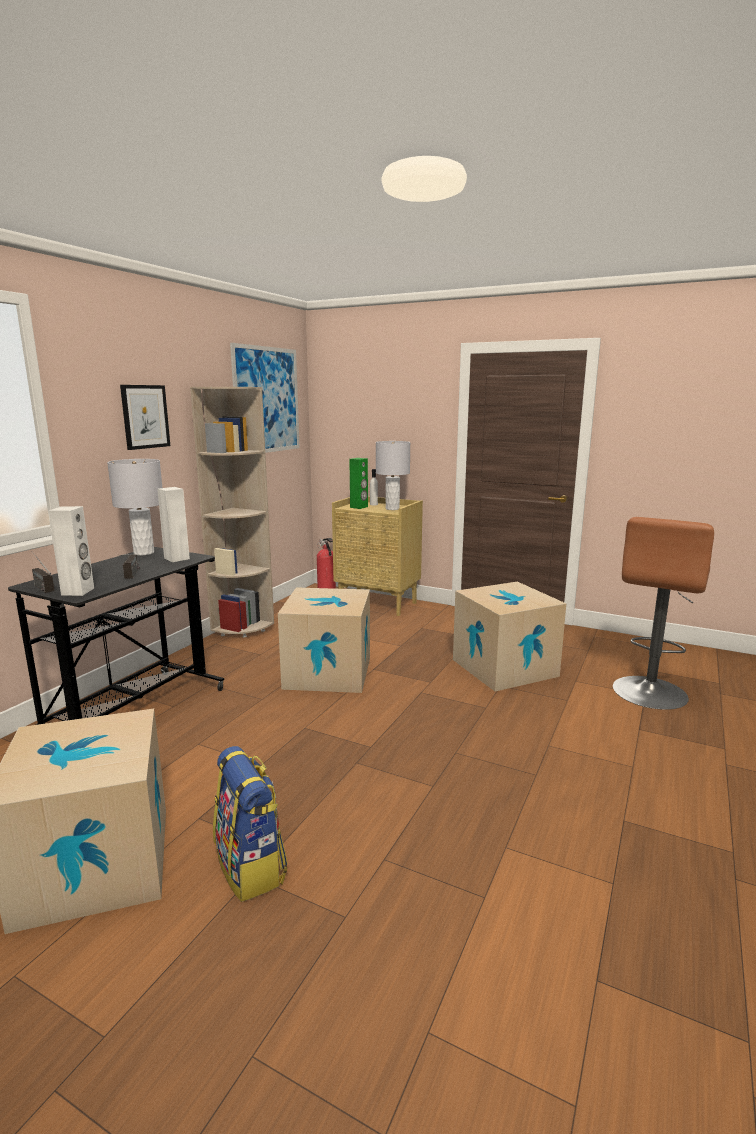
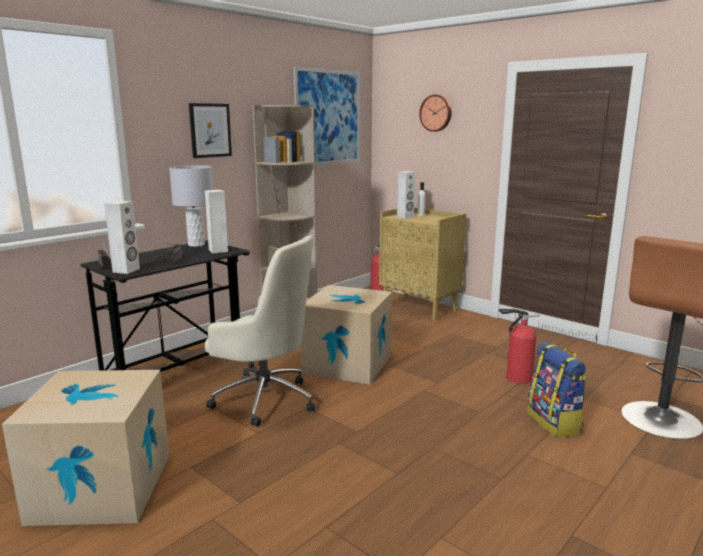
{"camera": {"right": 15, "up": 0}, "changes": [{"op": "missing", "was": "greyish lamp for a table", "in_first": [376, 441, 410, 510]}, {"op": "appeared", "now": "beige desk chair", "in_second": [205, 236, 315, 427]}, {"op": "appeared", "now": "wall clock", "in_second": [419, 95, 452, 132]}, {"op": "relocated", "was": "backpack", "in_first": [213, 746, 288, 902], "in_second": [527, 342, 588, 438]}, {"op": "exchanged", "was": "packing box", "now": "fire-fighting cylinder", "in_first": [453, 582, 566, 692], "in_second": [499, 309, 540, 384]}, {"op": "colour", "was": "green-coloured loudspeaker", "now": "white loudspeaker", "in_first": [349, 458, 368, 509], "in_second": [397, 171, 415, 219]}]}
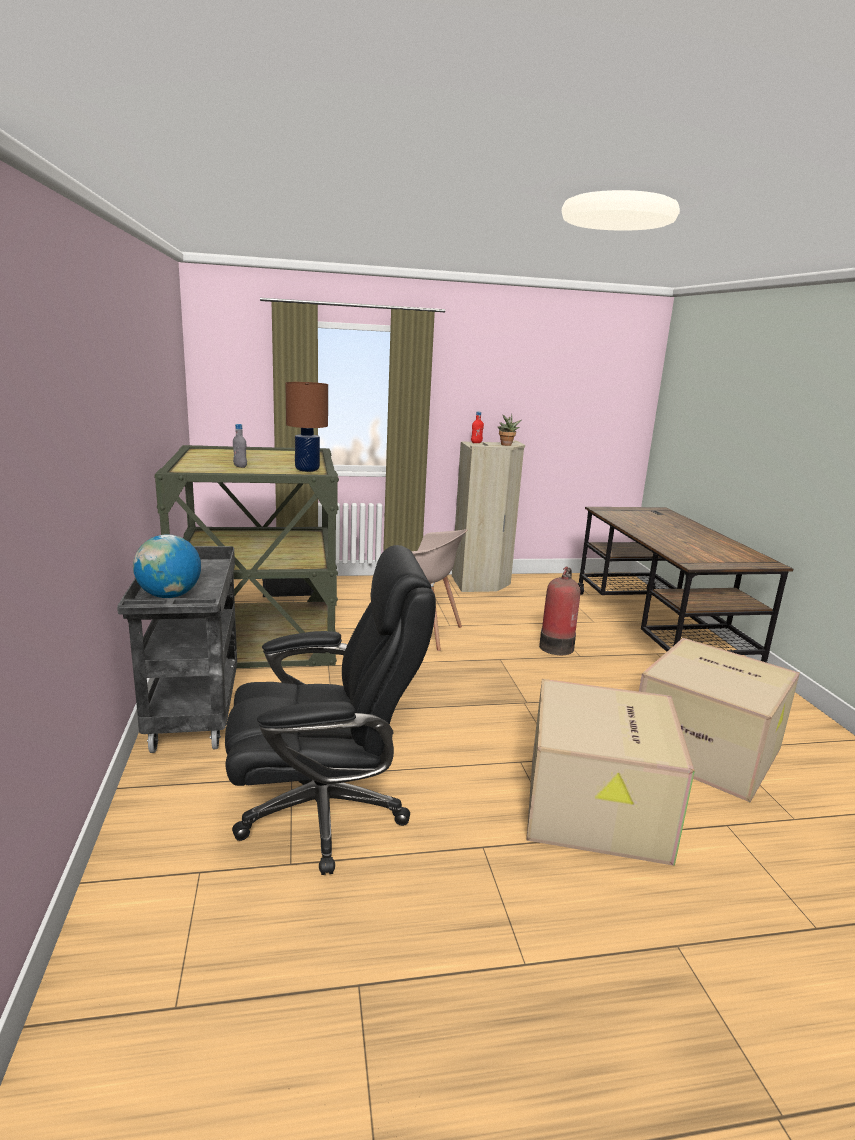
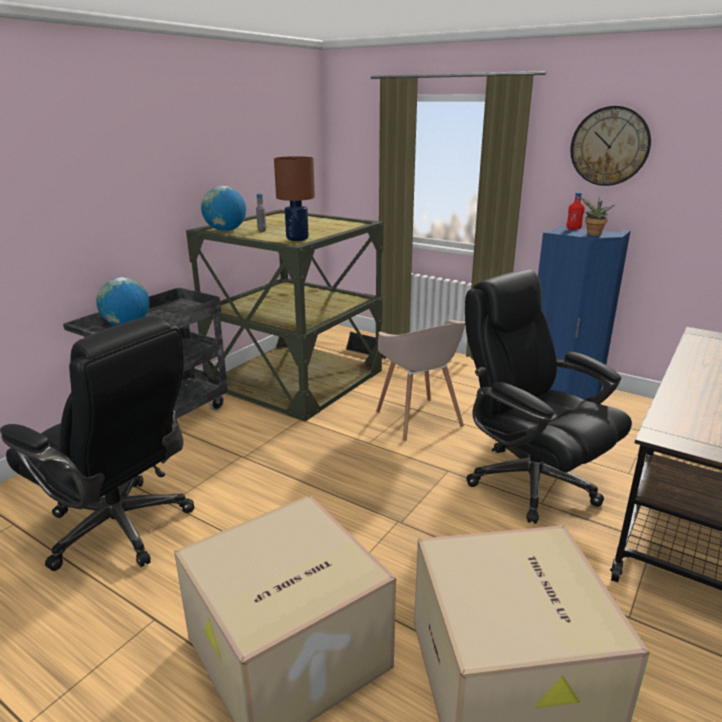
{"camera": {"right": 45, "up": 5}, "changes": [{"op": "appeared", "now": "globe", "in_second": [201, 186, 246, 231]}, {"op": "appeared", "now": "wall clock", "in_second": [570, 106, 651, 186]}, {"op": "exchanged", "was": "fire-fighting cylinder", "now": "black-coloured desk chair", "in_first": [539, 567, 580, 655], "in_second": [465, 269, 632, 524]}, {"op": "colour", "was": "beige cabinet", "now": "bluish cabinet", "in_first": [452, 440, 525, 592], "in_second": [538, 226, 630, 399]}]}
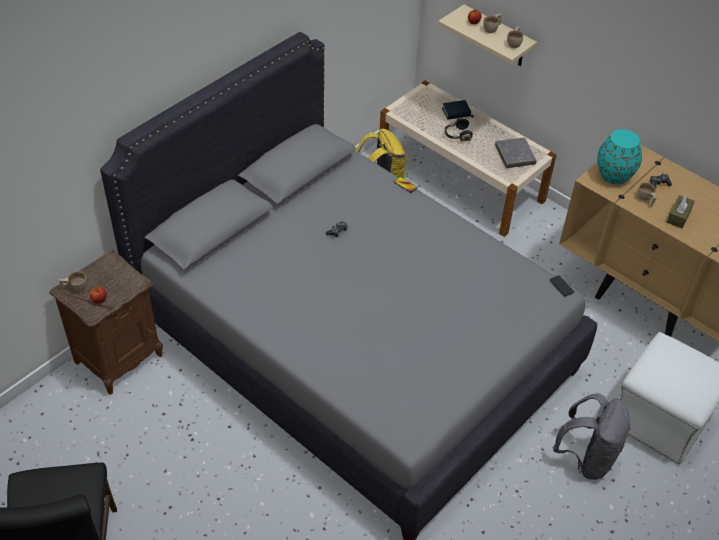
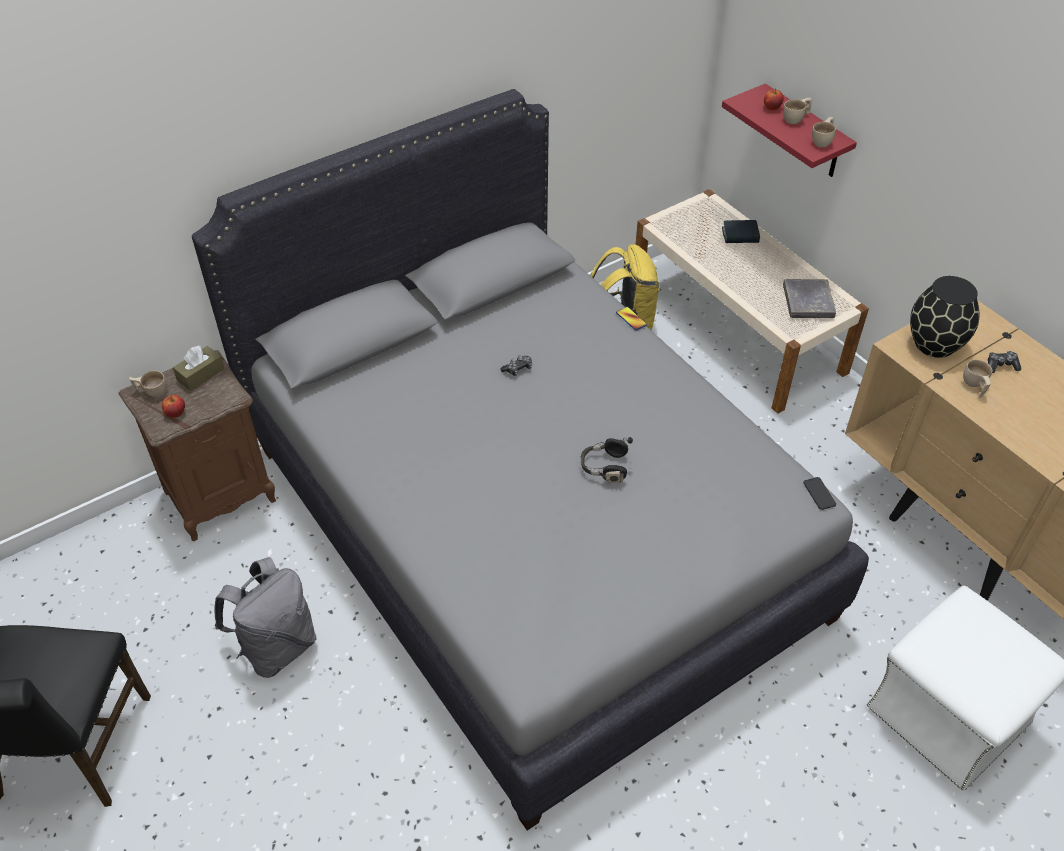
{"camera": {"right": 15, "up": 0}, "changes": [{"op": "relocated", "was": "black-coloured headphones", "in_first": [445, 114, 474, 141], "in_second": [580, 437, 633, 483]}, {"op": "relocated", "was": "greyish backpack", "in_first": [553, 394, 631, 480], "in_second": [214, 557, 317, 678]}, {"op": "relocated", "was": "brown-coloured box of tissues", "in_first": [667, 195, 695, 228], "in_second": [173, 346, 225, 391]}, {"op": "colour", "was": "beige shelf", "now": "red shelf", "in_first": [438, 5, 537, 66], "in_second": [722, 84, 857, 177]}, {"op": "colour", "was": "turquoise-coloured decorative vase", "now": "black-coloured decorative vase", "in_first": [597, 129, 642, 184], "in_second": [910, 276, 980, 358]}]}
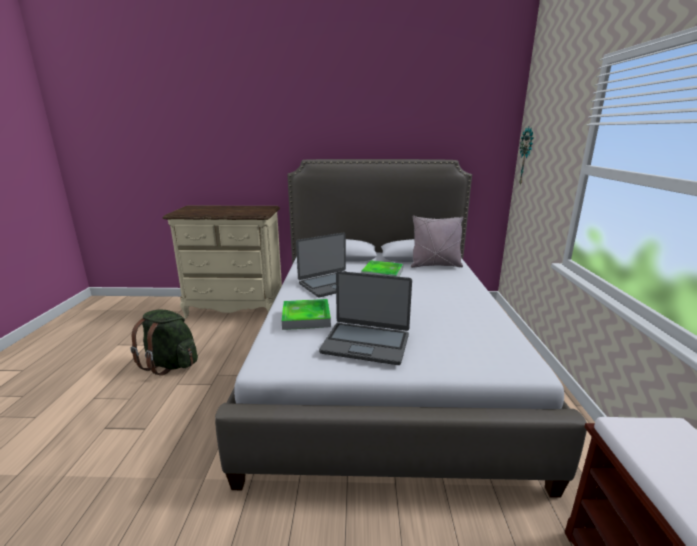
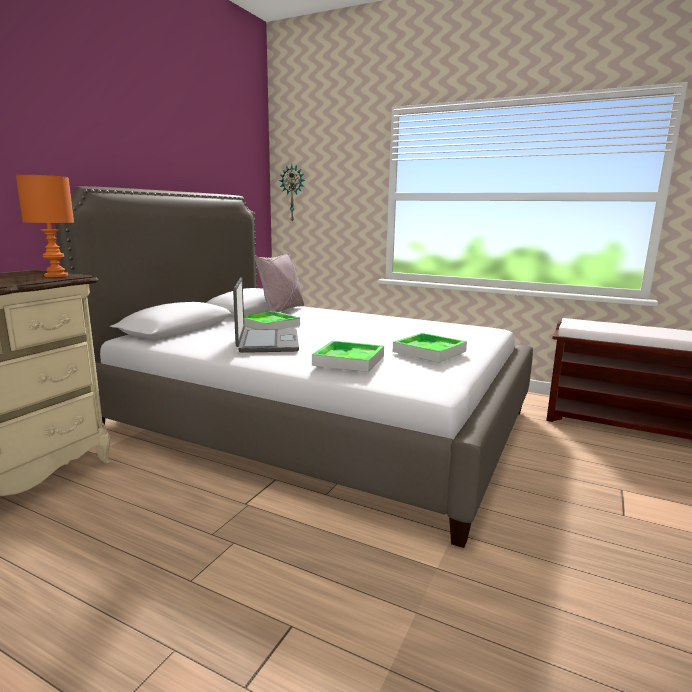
{"camera": {"right": -65, "up": -5}, "changes": [{"op": "missing", "was": "green-coloured backpack", "in_first": [131, 309, 198, 376]}, {"op": "appeared", "now": "orange lamp for a table", "in_second": [16, 175, 74, 277]}, {"op": "exchanged", "was": "laptop", "now": "serving tray", "in_first": [319, 271, 412, 365], "in_second": [393, 333, 467, 363]}]}
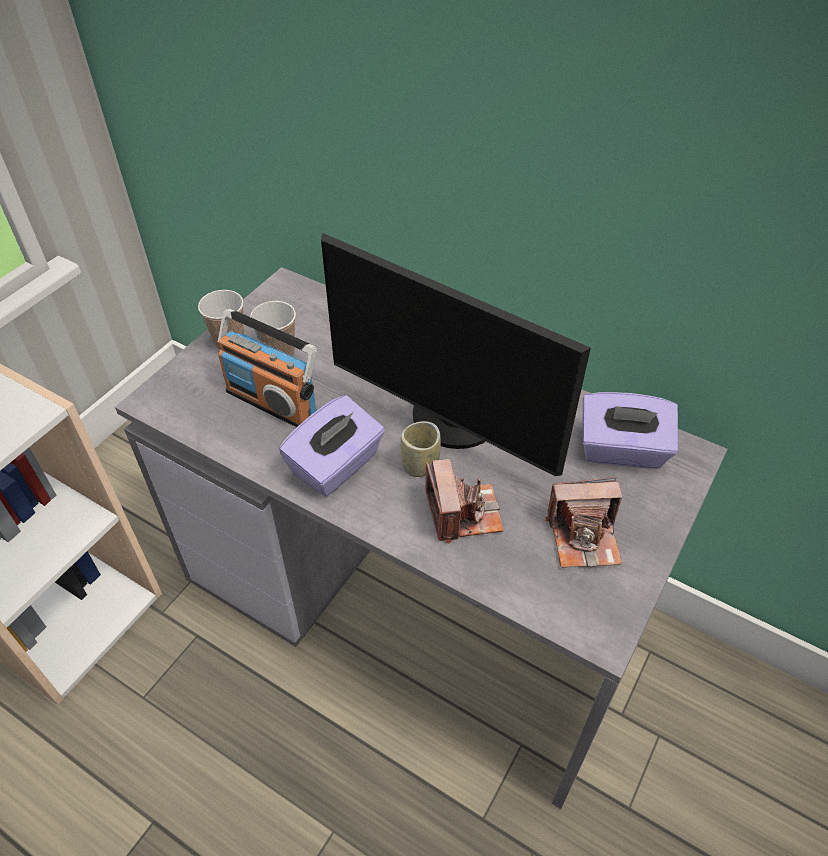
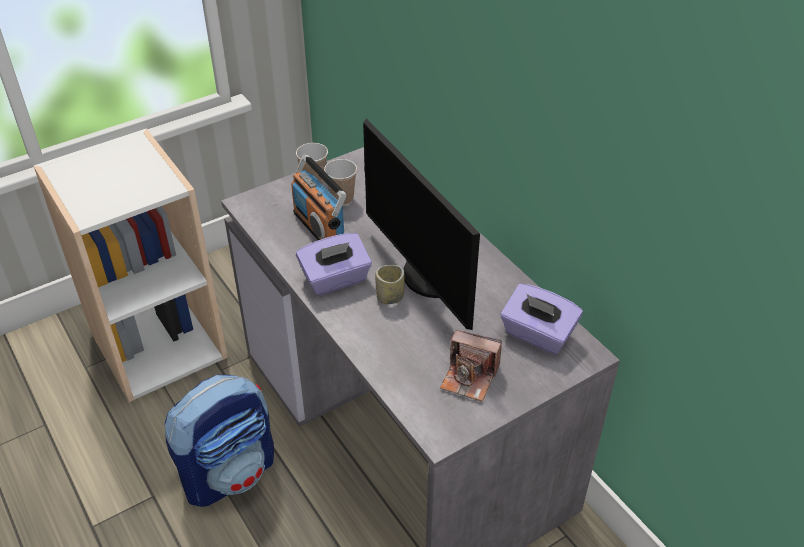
{"camera": {"right": 25, "up": -5}, "changes": [{"op": "missing", "was": "photo camera", "in_first": [425, 459, 504, 544]}, {"op": "appeared", "now": "backpack", "in_second": [164, 375, 274, 507]}]}
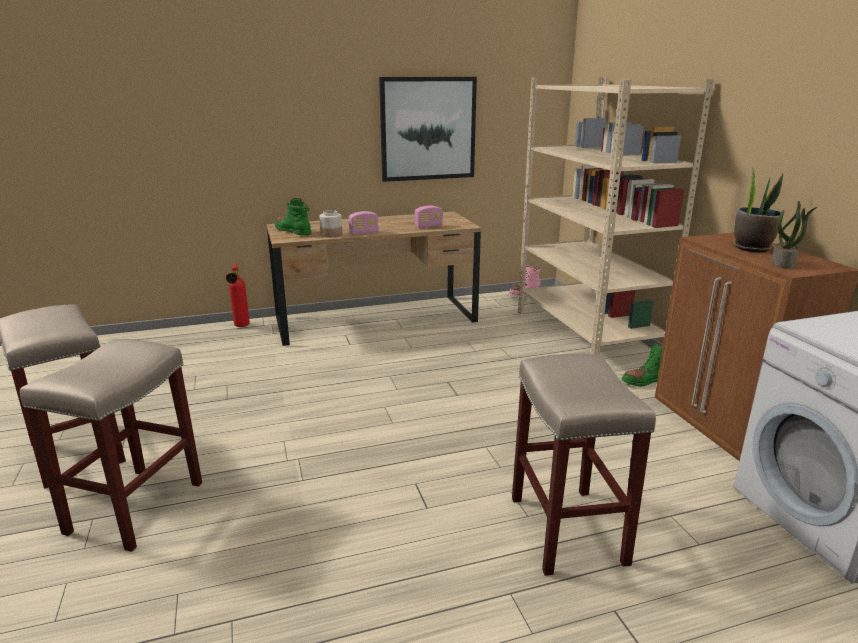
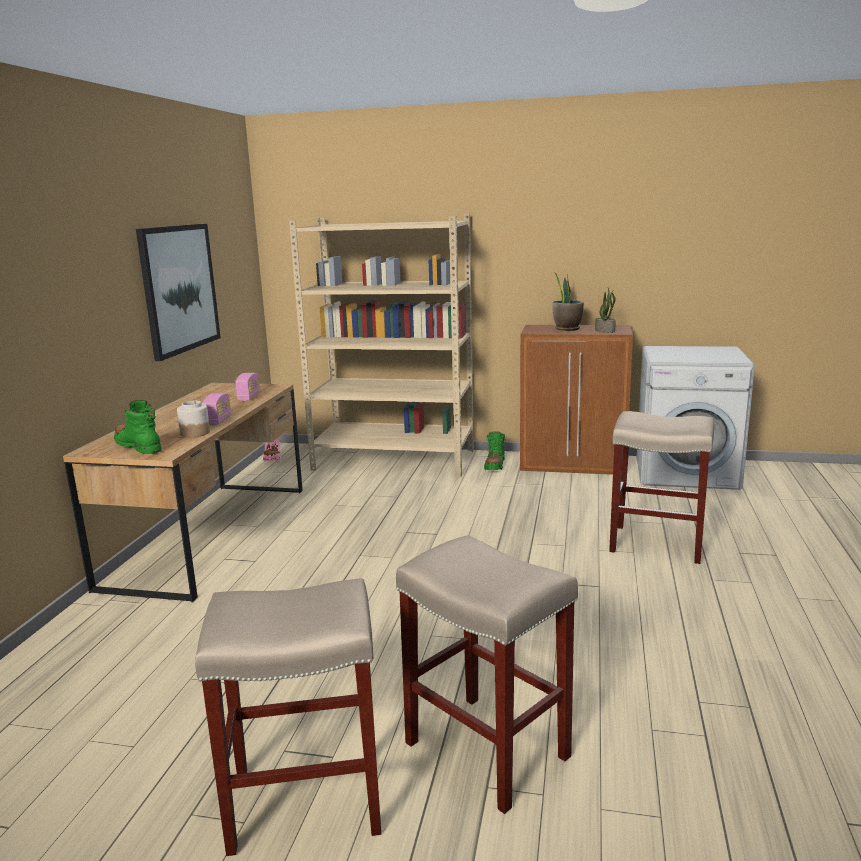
{"camera": {"right": -60, "up": -5}, "changes": [{"op": "missing", "was": "fire-fighting cylinder", "in_first": [226, 263, 250, 327]}, {"op": "spun", "was": "green-coloured high-top boot", "in_first": [275, 198, 311, 236], "in_second": [114, 400, 162, 454], "clockwise": 60}]}
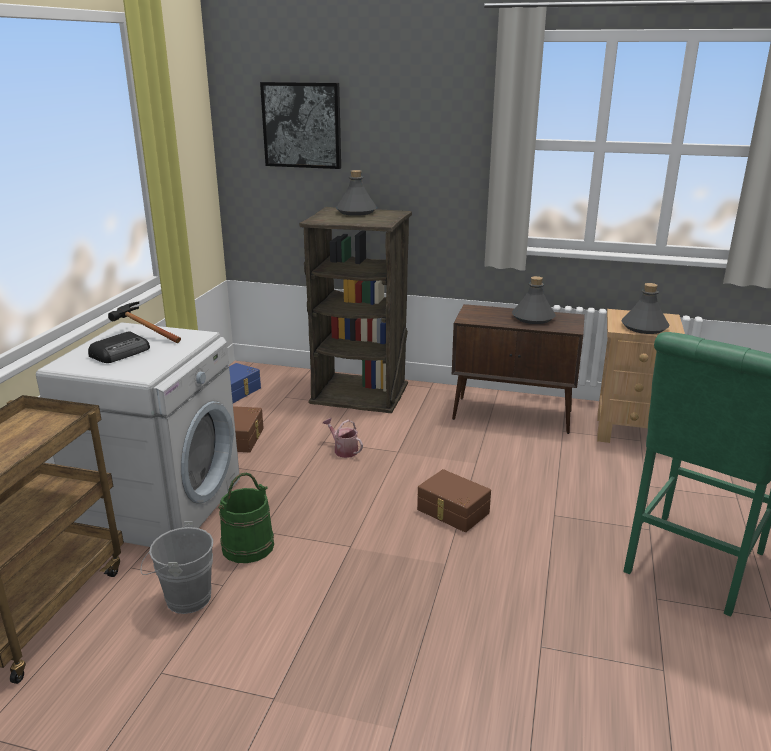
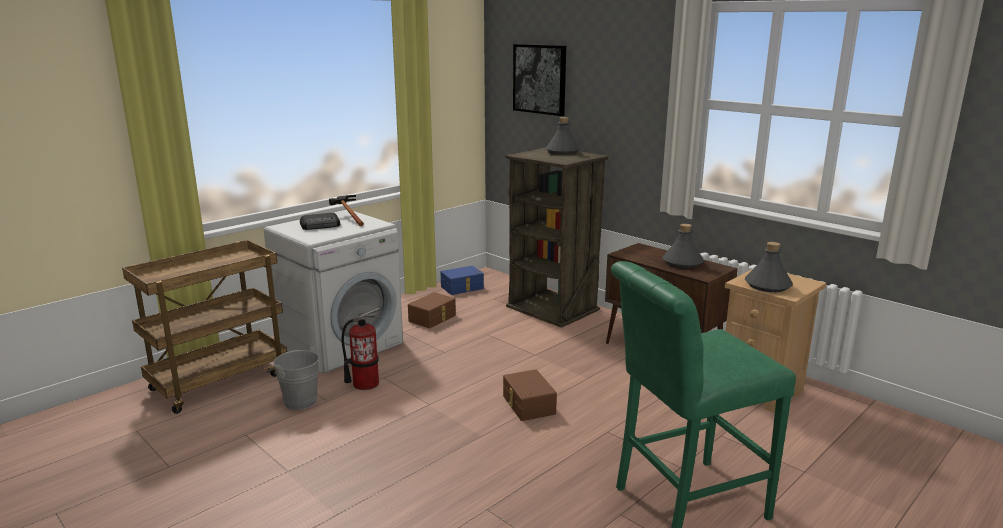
{"camera": {"right": 30, "up": -5}, "changes": [{"op": "missing", "was": "sprinkling can", "in_first": [323, 418, 363, 458]}, {"op": "exchanged", "was": "green-coloured water bucket", "now": "fire-fighting cylinder", "in_first": [218, 473, 274, 563], "in_second": [341, 308, 381, 390]}]}
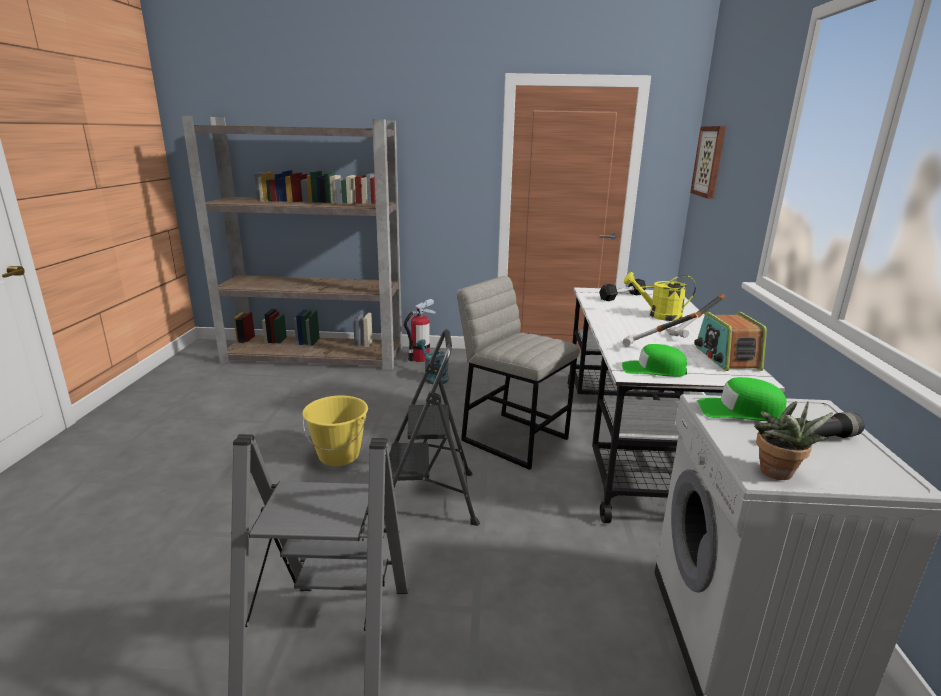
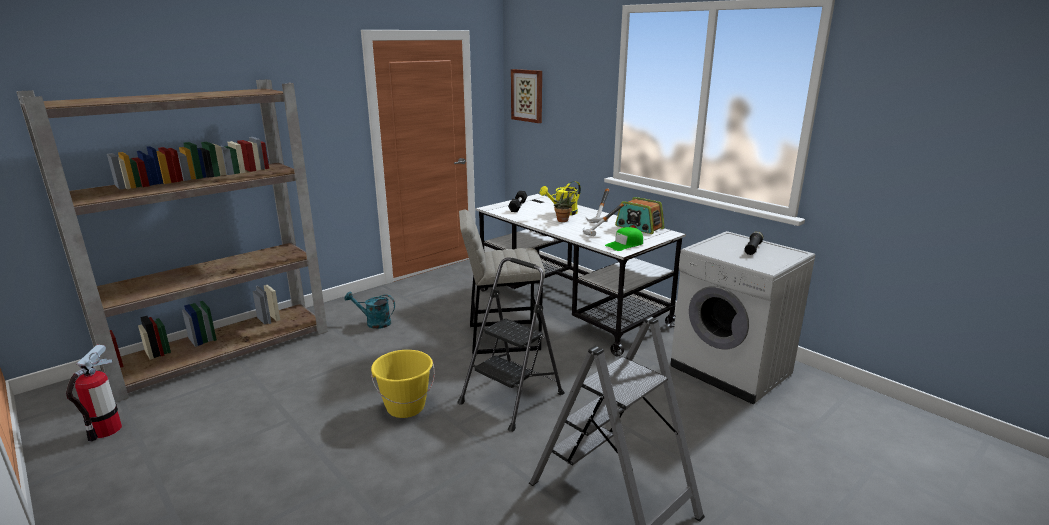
{"camera": {"right": -45, "up": 0}, "changes": [{"op": "missing", "was": "green-coloured cap", "in_first": [698, 377, 786, 421]}, {"op": "relocated", "was": "fire-fighting cylinder", "in_first": [404, 299, 436, 362], "in_second": [66, 345, 122, 442]}, {"op": "relocated", "was": "houseplant", "in_first": [754, 401, 833, 480], "in_second": [554, 191, 575, 222]}]}
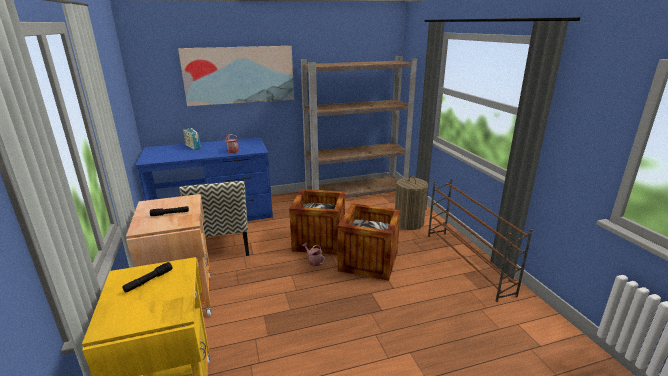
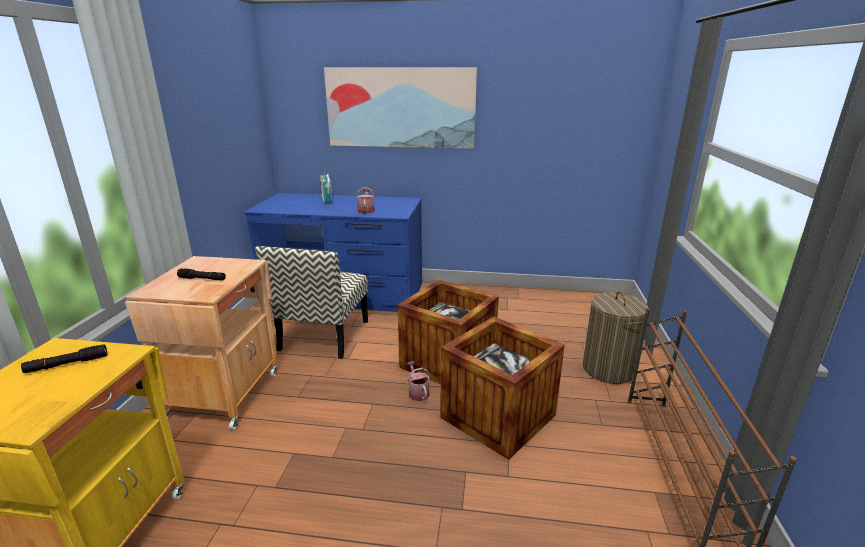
{"camera": {"right": 25, "up": 0}, "changes": [{"op": "missing", "was": "brown-coloured bookshelf", "in_first": [301, 56, 417, 198]}]}
